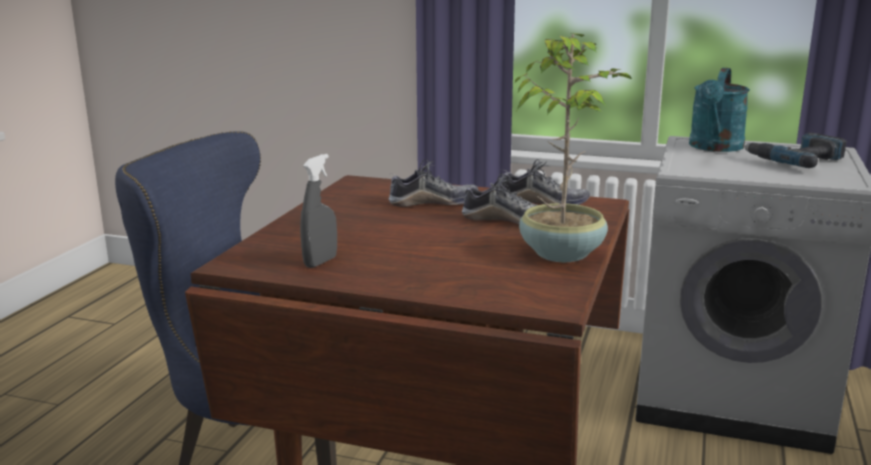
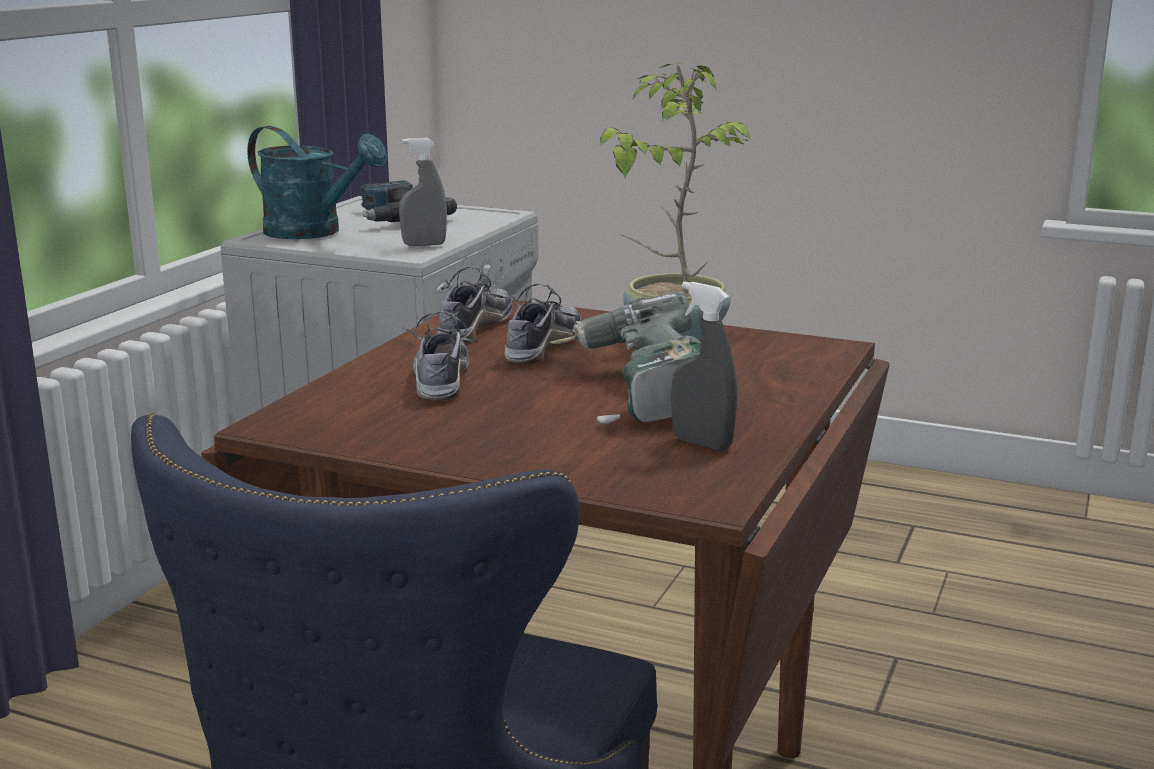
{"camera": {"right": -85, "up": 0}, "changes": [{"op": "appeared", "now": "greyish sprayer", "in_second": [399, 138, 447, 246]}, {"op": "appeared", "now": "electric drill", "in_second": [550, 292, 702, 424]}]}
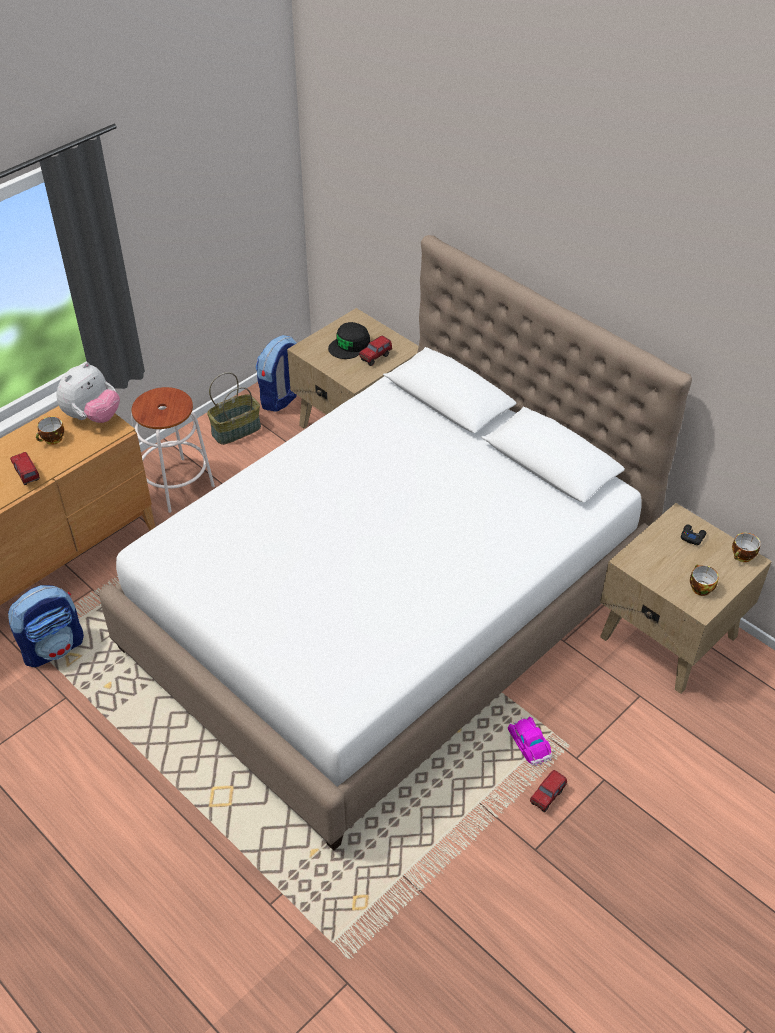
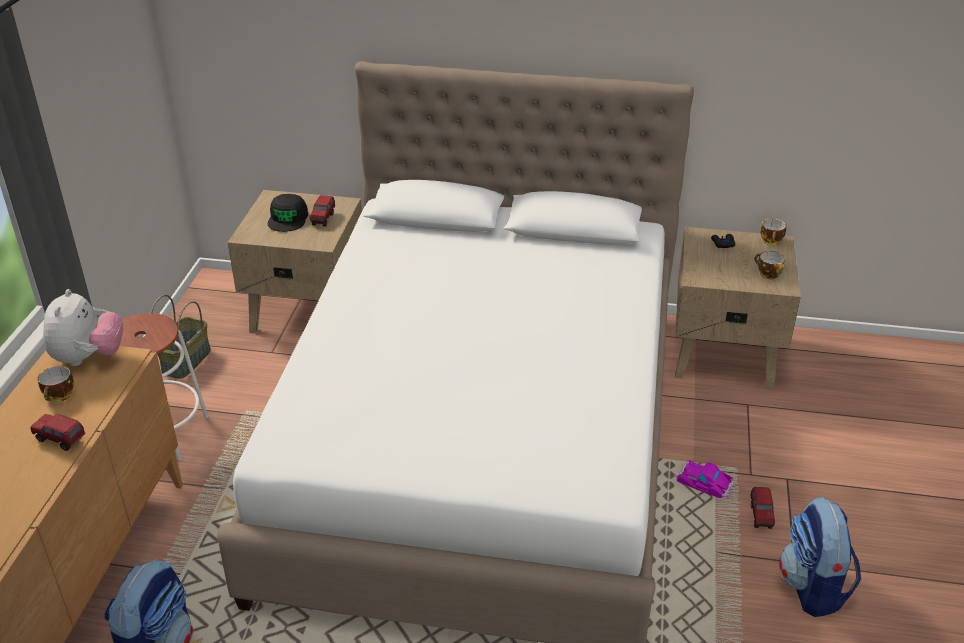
{"camera": {"right": -35, "up": -10}, "changes": [{"op": "relocated", "was": "backpack", "in_first": [255, 335, 297, 412], "in_second": [779, 497, 861, 617]}]}
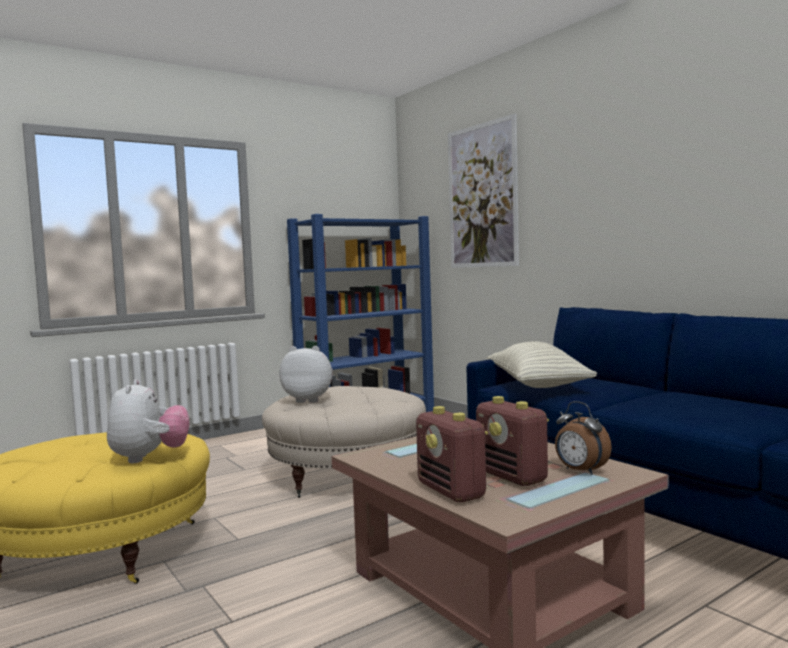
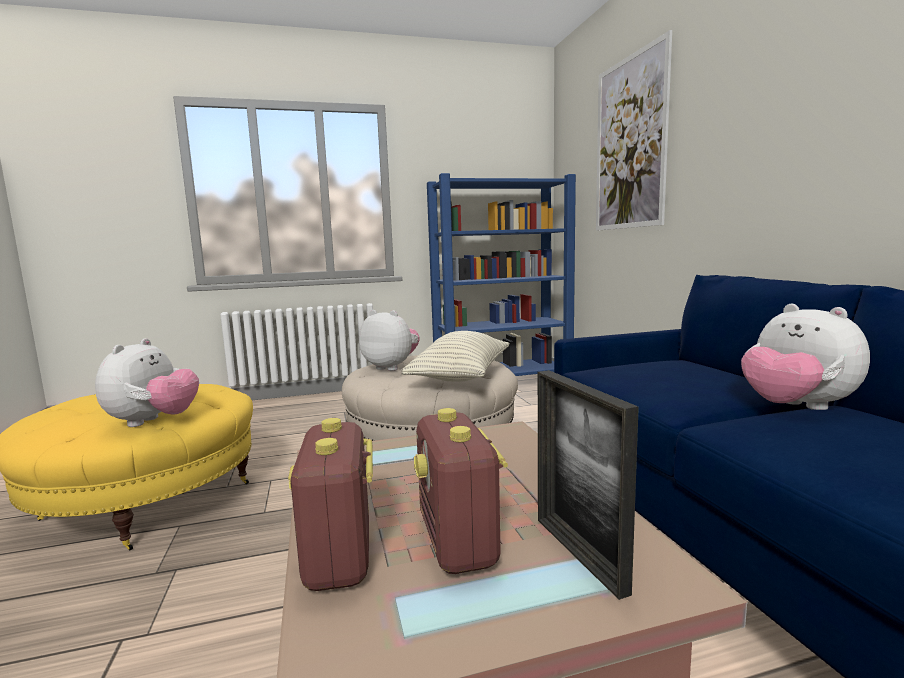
{"camera": {"right": 20, "up": 5}, "changes": [{"op": "appeared", "now": "plush toy", "in_second": [741, 304, 870, 410]}, {"op": "relocated", "was": "throw pillow", "in_first": [487, 341, 597, 388], "in_second": [401, 331, 510, 382]}, {"op": "exchanged", "was": "bedside clock", "now": "picture frame", "in_first": [555, 401, 612, 475], "in_second": [538, 370, 639, 600]}]}
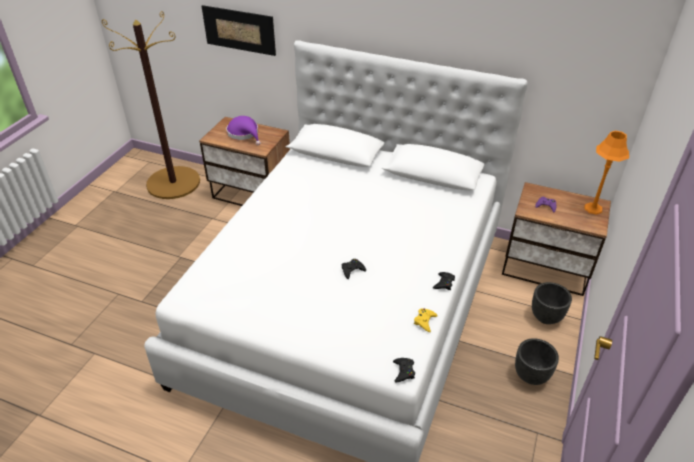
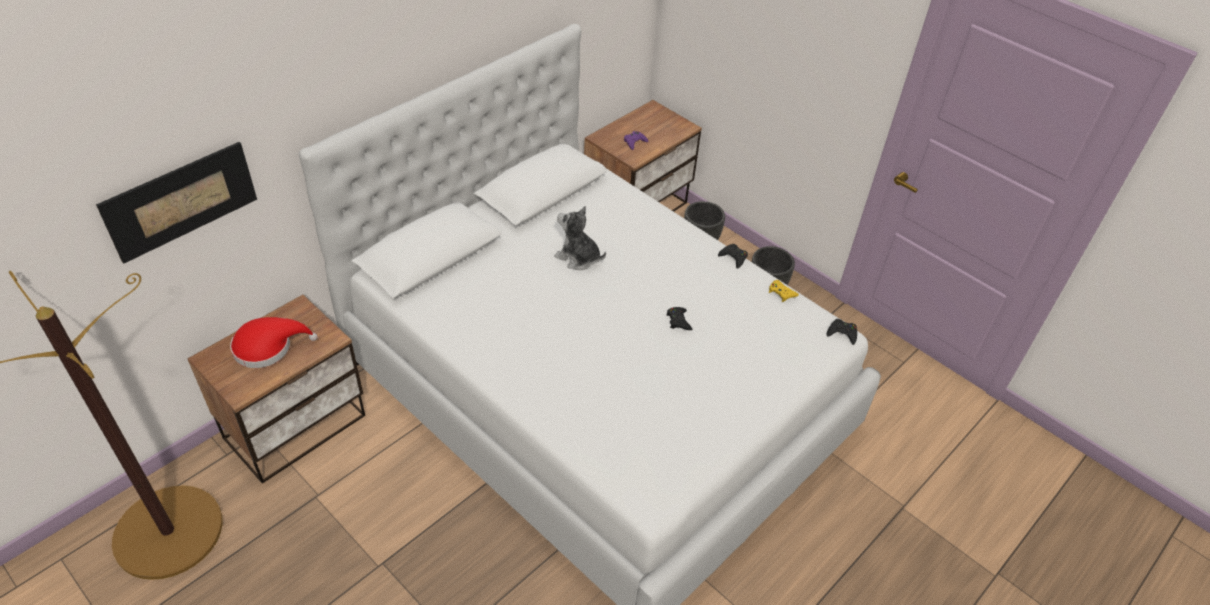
{"camera": {"right": -70, "up": 5}, "changes": [{"op": "missing", "was": "orange lamp for a table", "in_first": [584, 131, 629, 215]}, {"op": "appeared", "now": "plush toy", "in_second": [554, 206, 606, 270]}, {"op": "colour", "was": "purple-coloured hat", "now": "red hat", "in_first": [226, 116, 261, 145], "in_second": [230, 317, 318, 368]}]}
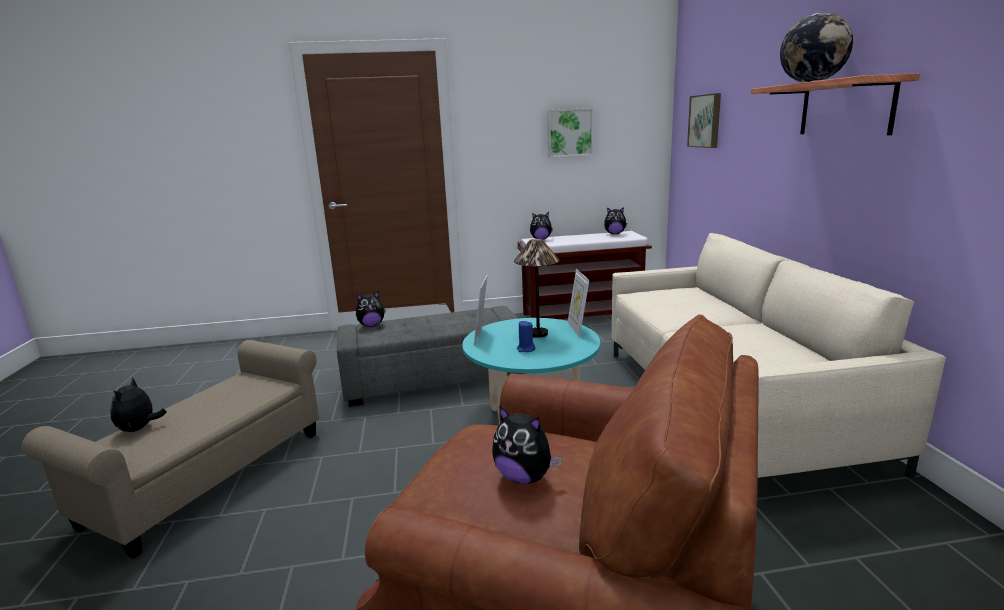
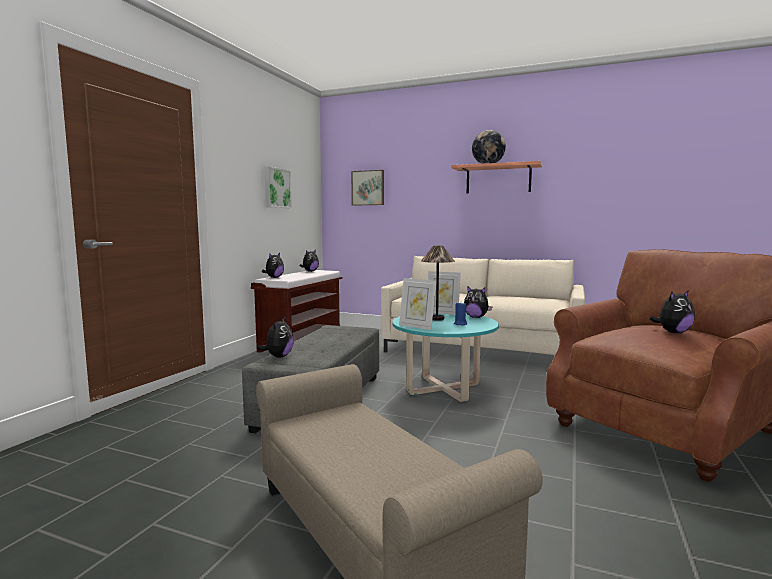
{"camera": {"right": -60, "up": -10}, "changes": [{"op": "relocated", "was": "plush toy", "in_first": [110, 377, 166, 432], "in_second": [464, 286, 493, 318]}]}
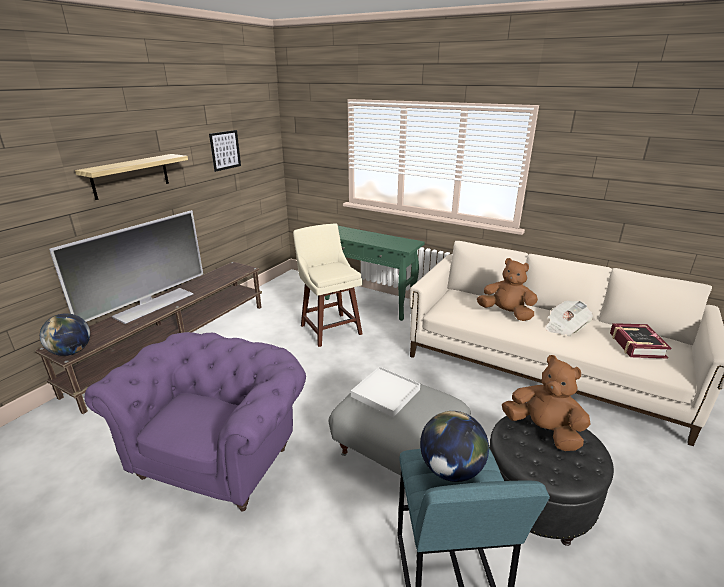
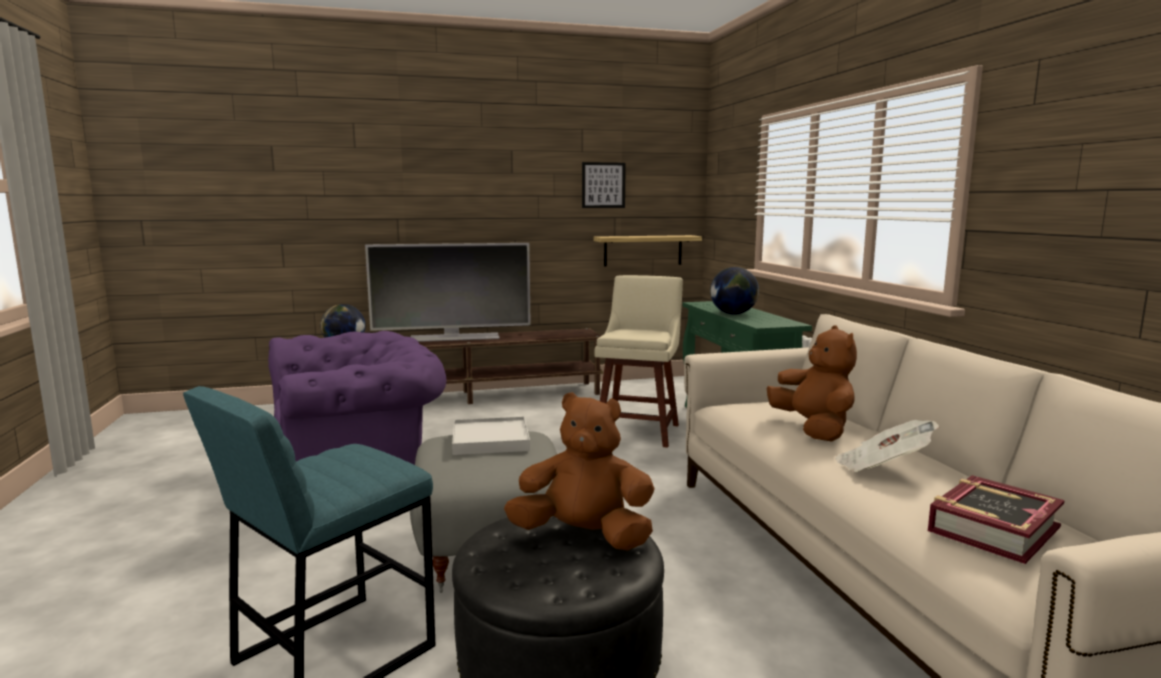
{"camera": {"right": 45, "up": -15}, "changes": [{"op": "relocated", "was": "shelf", "in_first": [75, 154, 188, 200], "in_second": [593, 235, 702, 267]}, {"op": "relocated", "was": "globe", "in_first": [420, 411, 489, 482], "in_second": [710, 267, 759, 315]}, {"op": "spun", "was": "brown-coloured plush toy", "in_first": [502, 355, 590, 451], "in_second": [504, 392, 655, 550], "clockwise": -75}]}
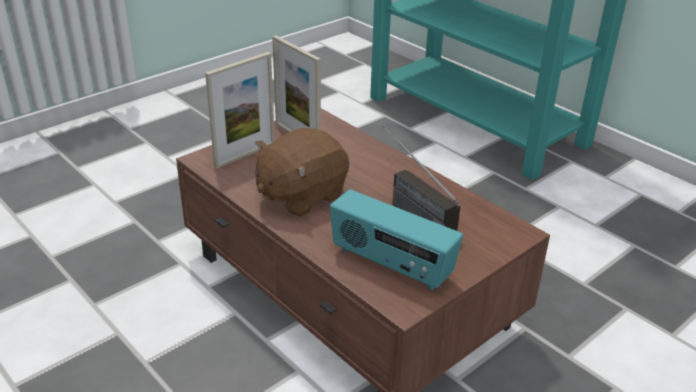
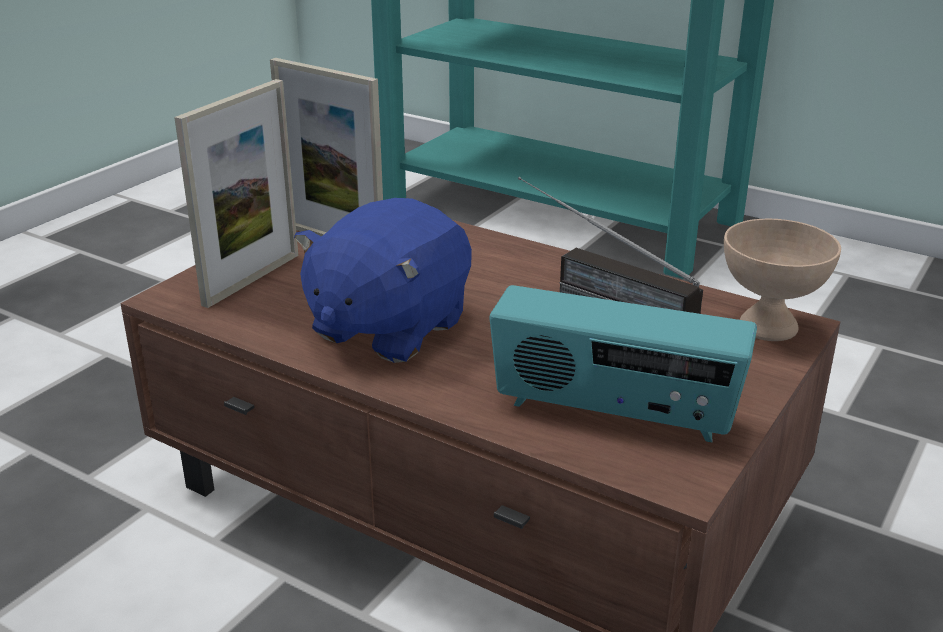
{"camera": {"right": -15, "up": -5}, "changes": [{"op": "appeared", "now": "beige bowl", "in_second": [724, 219, 841, 341]}, {"op": "colour", "was": "brown-coloured plush toy", "now": "bluish plush toy", "in_first": [255, 128, 349, 217], "in_second": [294, 198, 472, 363]}]}
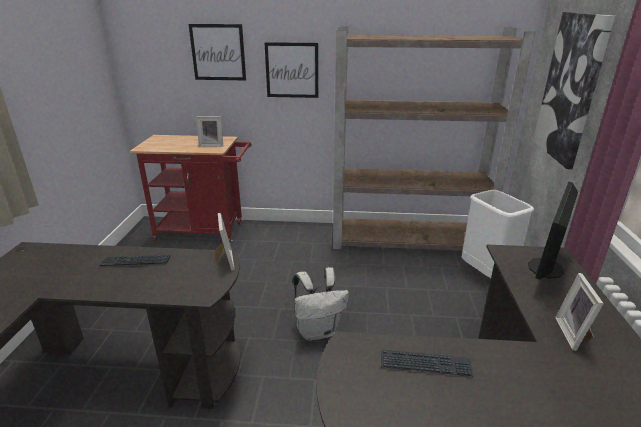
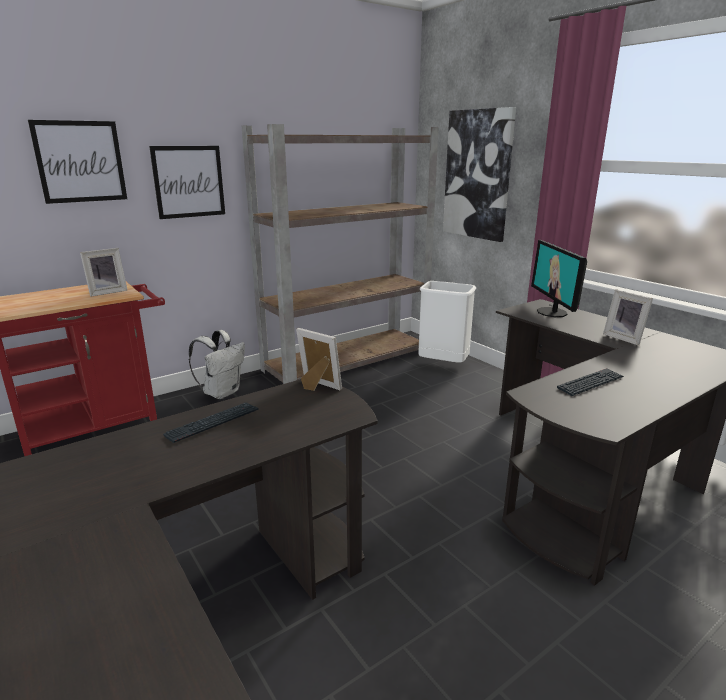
{"camera": {"right": -40, "up": -5}, "changes": [{"op": "relocated", "was": "white backpack", "in_first": [293, 267, 349, 341], "in_second": [189, 330, 245, 399]}]}
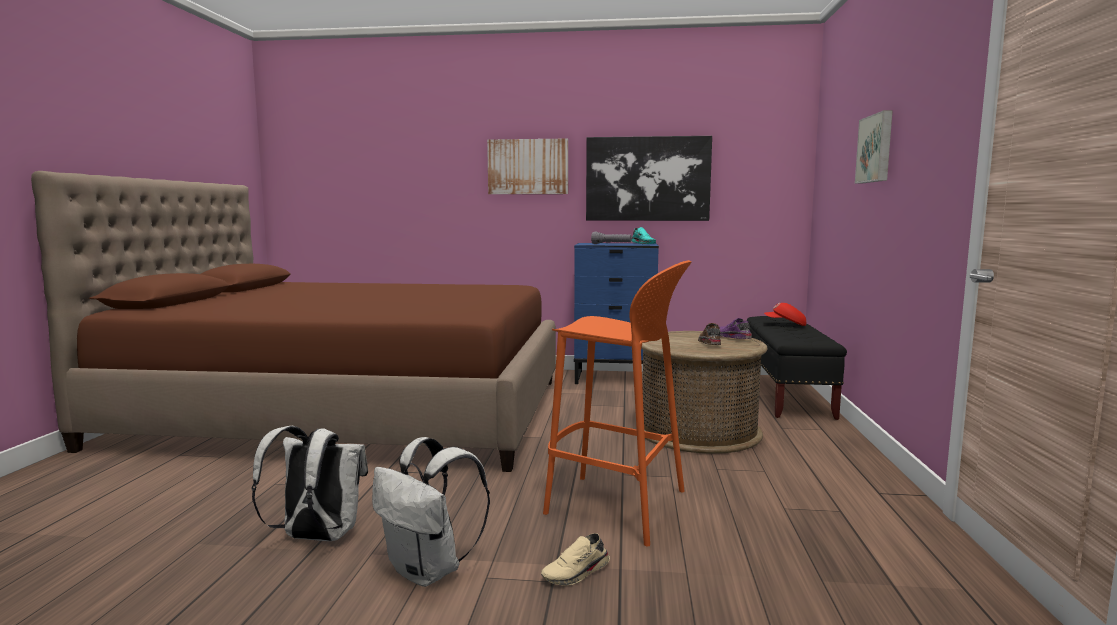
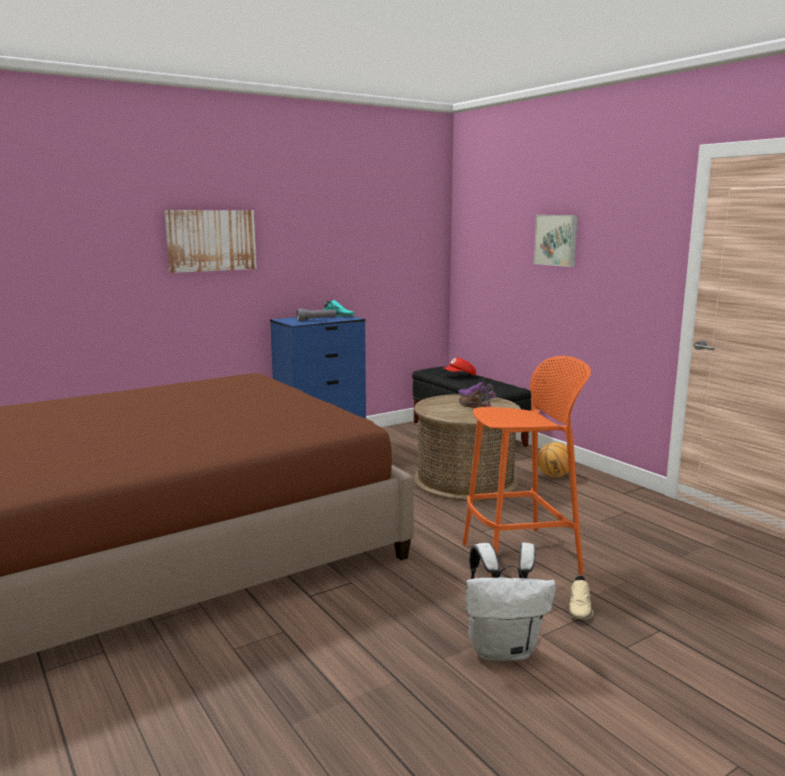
{"camera": {"right": -40, "up": 5}, "changes": [{"op": "missing", "was": "white backpack", "in_first": [252, 426, 368, 541]}, {"op": "missing", "was": "wall art", "in_first": [586, 136, 712, 221]}, {"op": "appeared", "now": "ball for basketball", "in_second": [538, 442, 569, 477]}]}
